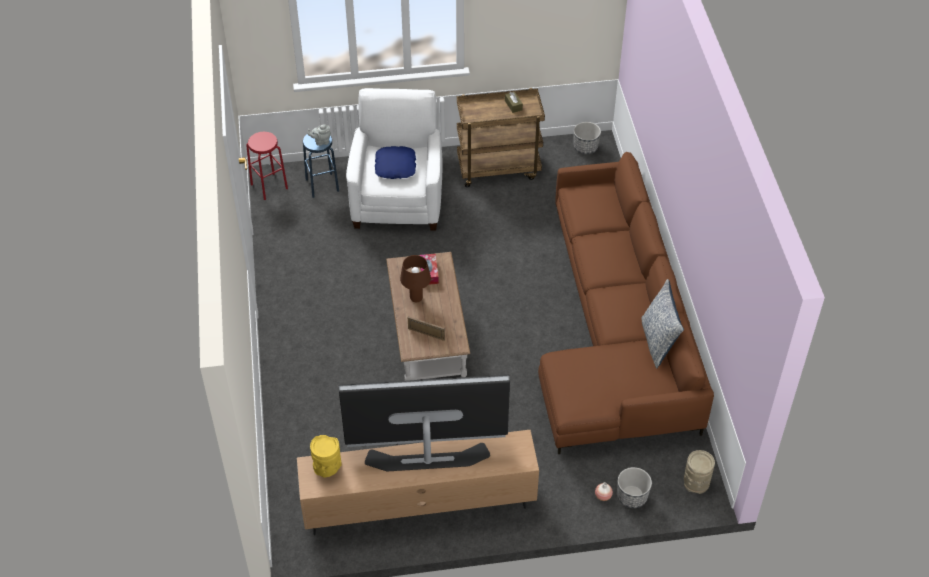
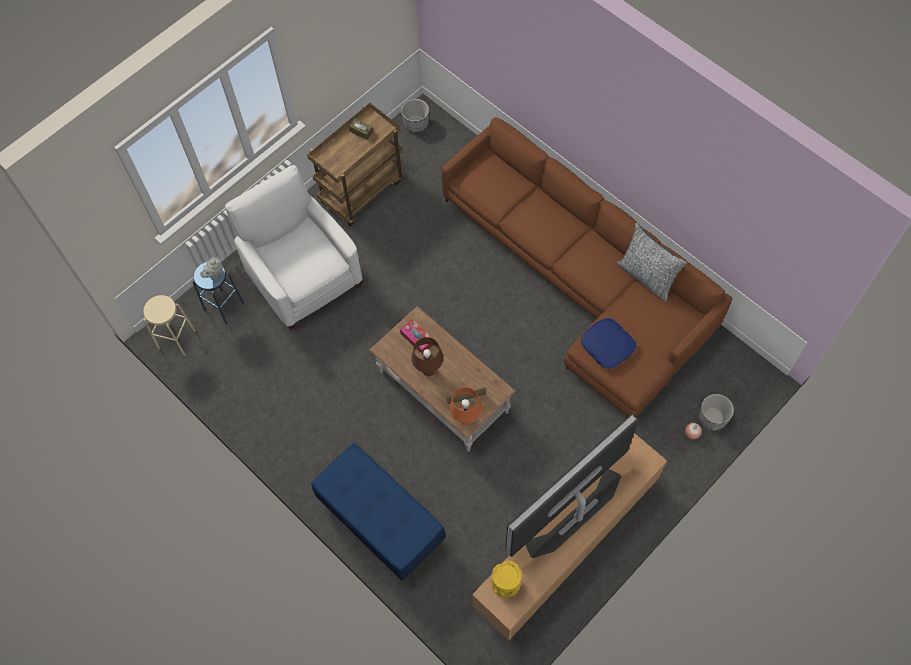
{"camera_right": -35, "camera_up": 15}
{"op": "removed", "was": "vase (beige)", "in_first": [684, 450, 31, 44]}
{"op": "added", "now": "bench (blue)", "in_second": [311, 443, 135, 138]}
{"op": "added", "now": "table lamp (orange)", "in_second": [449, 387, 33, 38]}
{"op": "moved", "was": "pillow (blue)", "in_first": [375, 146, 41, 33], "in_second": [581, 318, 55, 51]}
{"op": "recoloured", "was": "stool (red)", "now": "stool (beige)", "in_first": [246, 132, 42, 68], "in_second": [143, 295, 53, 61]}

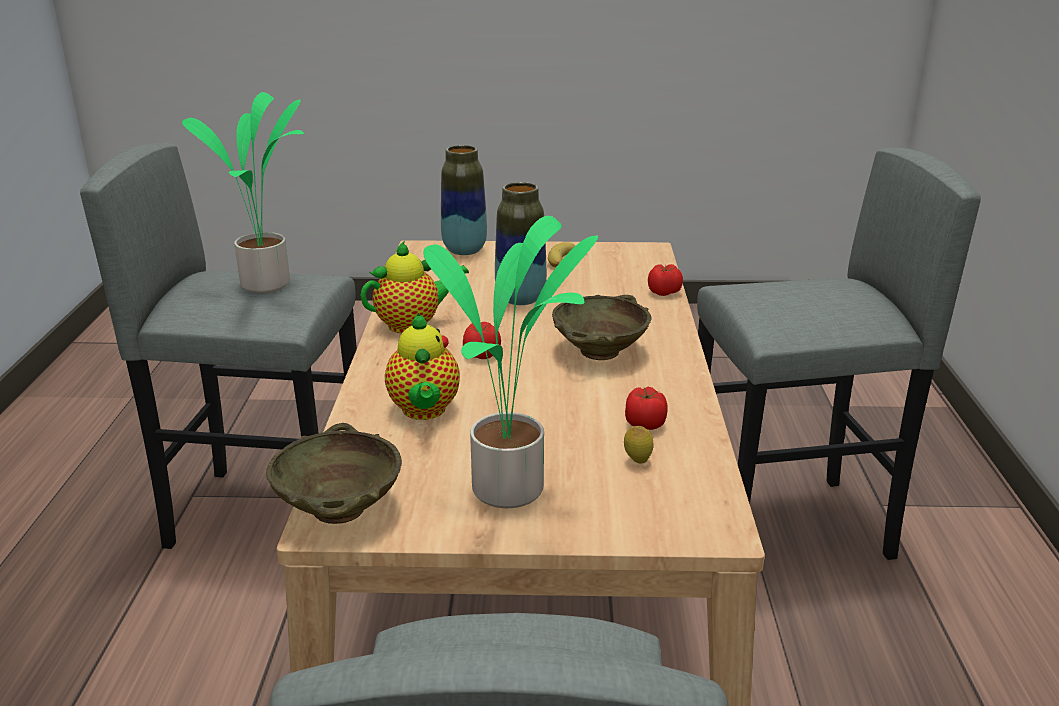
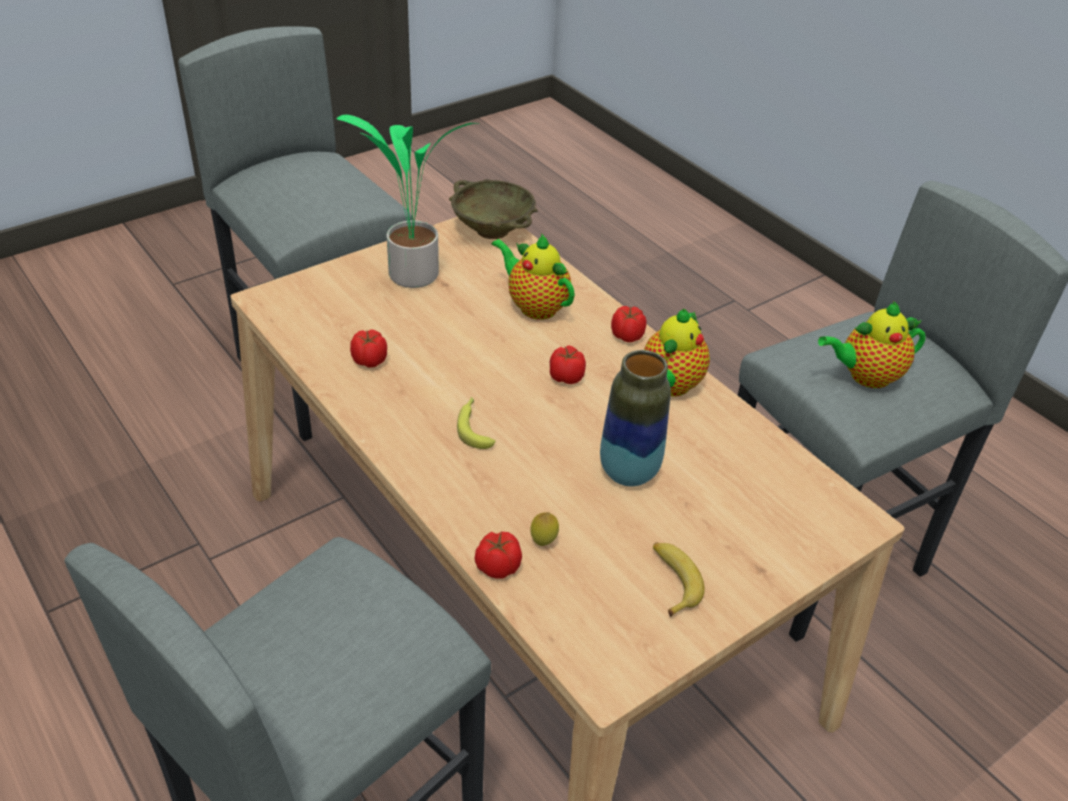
{"camera_right": 140, "camera_up": 15}
{"op": "removed", "was": "vase", "in_first": [441, 145, 46, 110]}
{"op": "added", "now": "tomato", "in_second": [611, 306, 36, 36]}
{"op": "moved", "was": "lemon", "in_first": [624, 426, 30, 38], "in_second": [530, 512, 29, 34]}
{"op": "replaced", "was": "potted plant", "now": "teapot", "in_first": [182, 92, 122, 201], "in_second": [818, 301, 108, 87]}
{"op": "replaced", "was": "bowl (beige)", "now": "banana", "in_first": [552, 295, 100, 65], "in_second": [457, 397, 39, 52]}

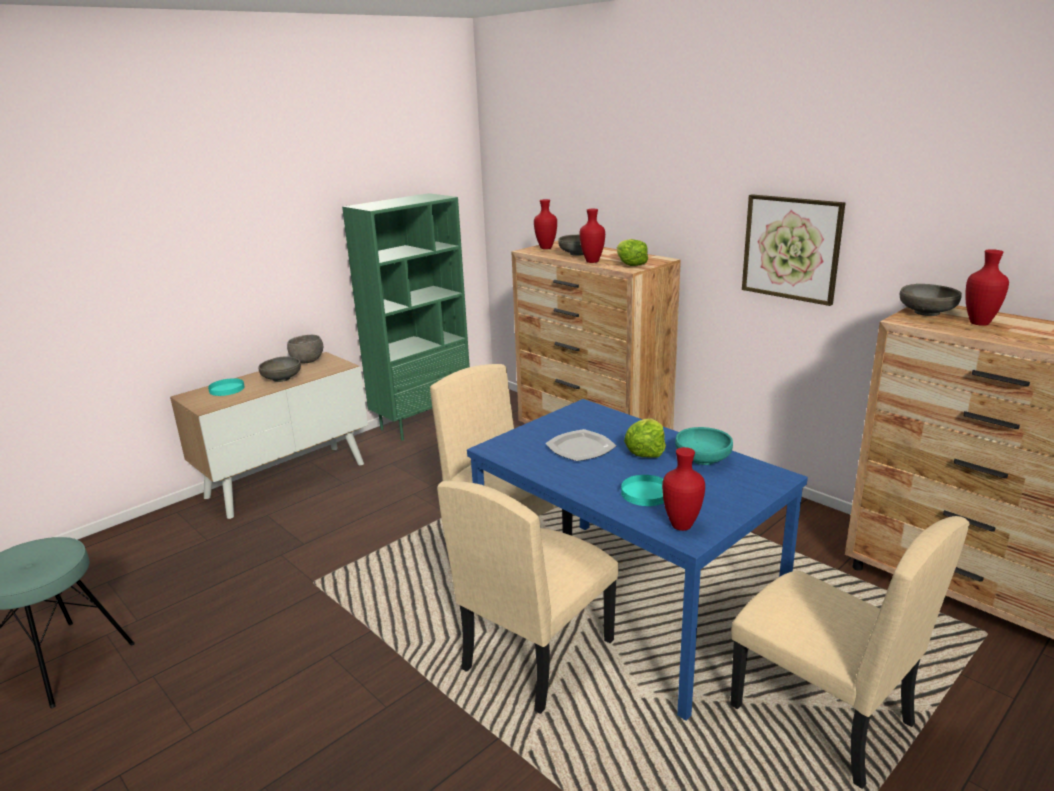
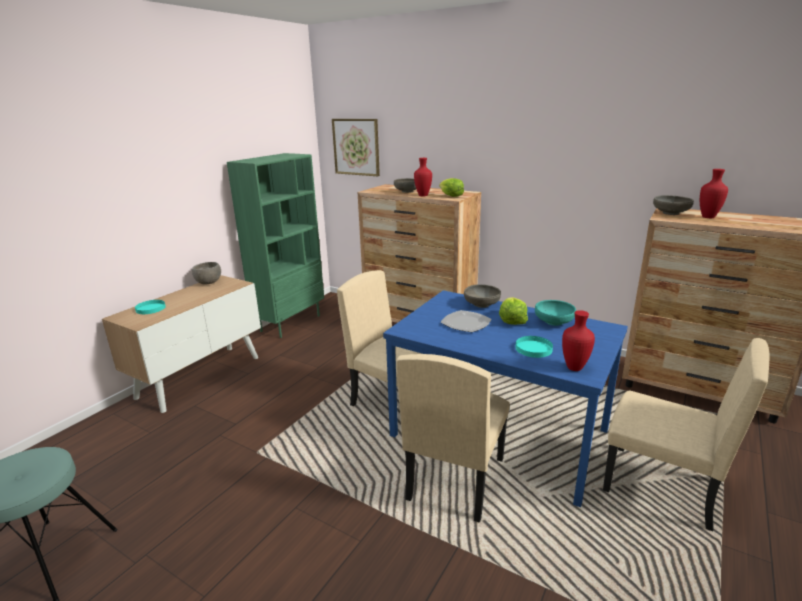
{"camera_right": -15, "camera_up": 0}
{"op": "removed", "was": "vase (red)", "in_first": [534, 199, 23, 50]}
{"op": "moved", "was": "bowl (grey)", "in_first": [258, 356, 43, 26], "in_second": [464, 284, 37, 24]}
{"op": "moved", "was": "picture", "in_first": [742, 194, 103, 112], "in_second": [332, 119, 48, 57]}

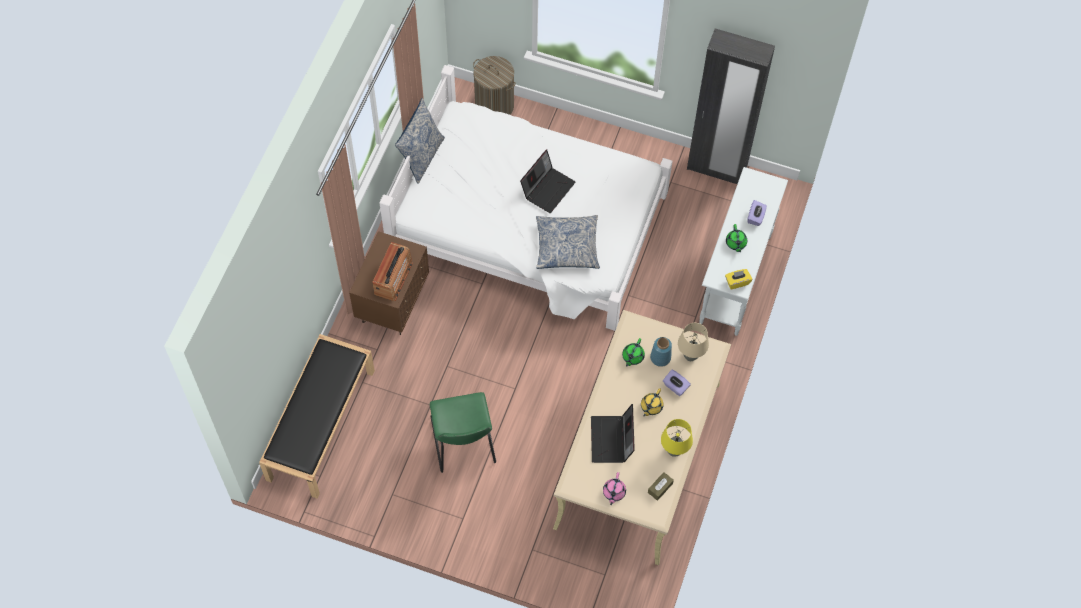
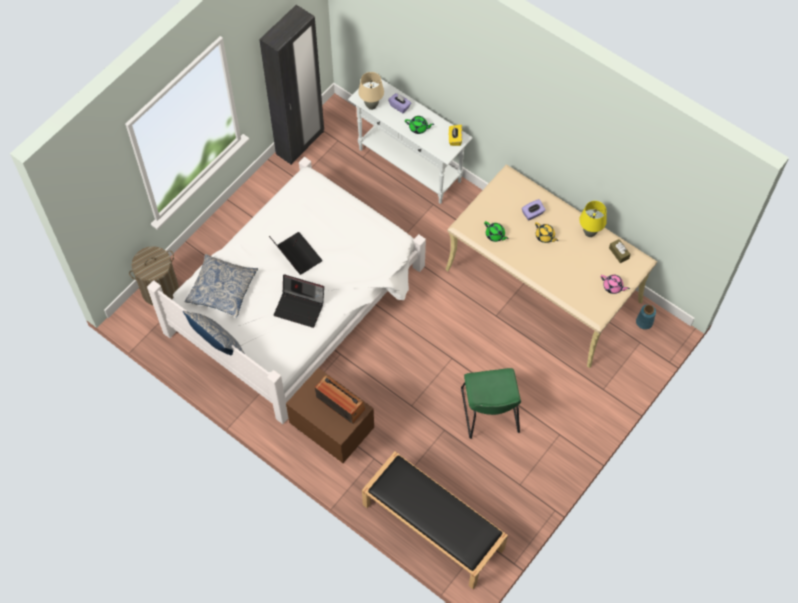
{"camera_right": -70, "camera_up": 0}
{"op": "moved", "was": "pillow", "in_first": [536, 215, 64, 54], "in_second": [184, 254, 74, 63]}
{"op": "moved", "was": "laptop", "in_first": [591, 404, 44, 59], "in_second": [274, 274, 50, 54]}
{"op": "moved", "was": "vase (blue)", "in_first": [650, 337, 22, 30], "in_second": [636, 304, 20, 26]}
{"op": "moved", "was": "table lamp (beige)", "in_first": [678, 323, 31, 38], "in_second": [358, 72, 26, 38]}
{"op": "turned", "was": "chair (green)", "in_first": [430, 392, 66, 81], "in_second": [461, 368, 60, 71], "clockwise": 75}

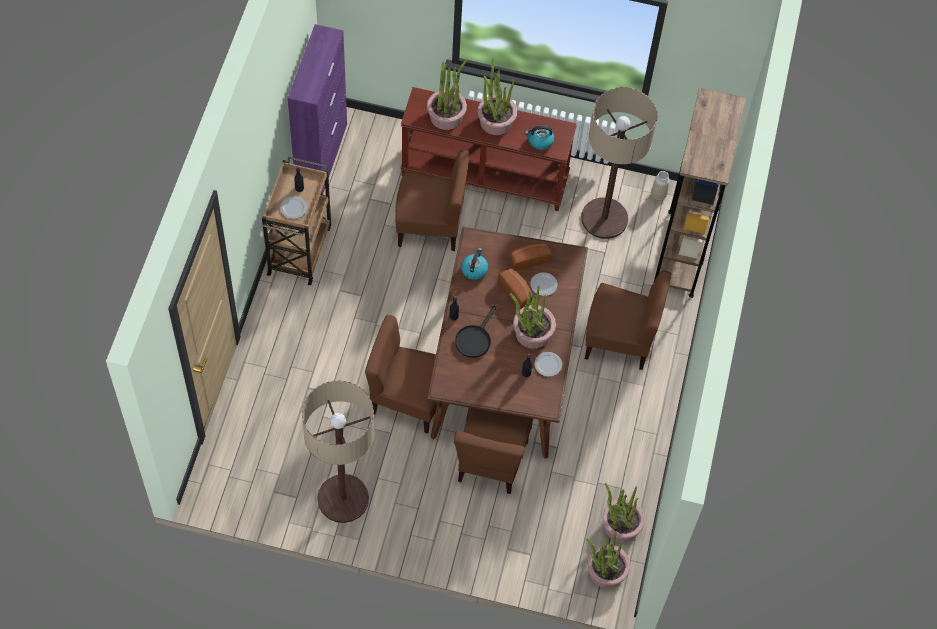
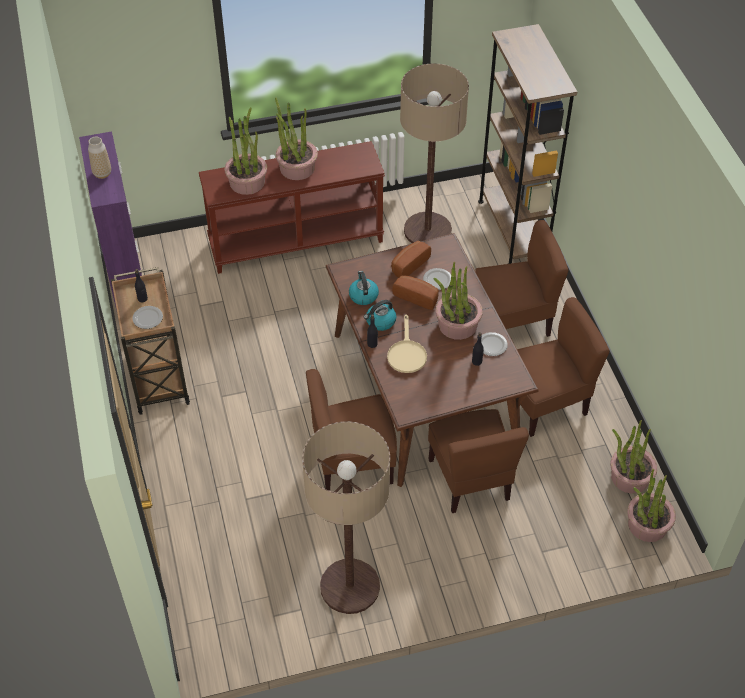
{"camera_right": -25, "camera_up": -10}
{"op": "moved", "was": "chair (brown)", "in_first": [395, 150, 75, 101], "in_second": [517, 297, 93, 140]}
{"op": "moved", "was": "kettle", "in_first": [525, 125, 29, 25], "in_second": [364, 300, 33, 31]}
{"op": "moved", "was": "vase", "in_first": [651, 171, 19, 29], "in_second": [88, 137, 23, 42]}
{"op": "recoloured", "was": "frying pan (black)", "now": "frying pan (beige)", "in_first": [455, 304, 42, 54], "in_second": [387, 314, 40, 59]}

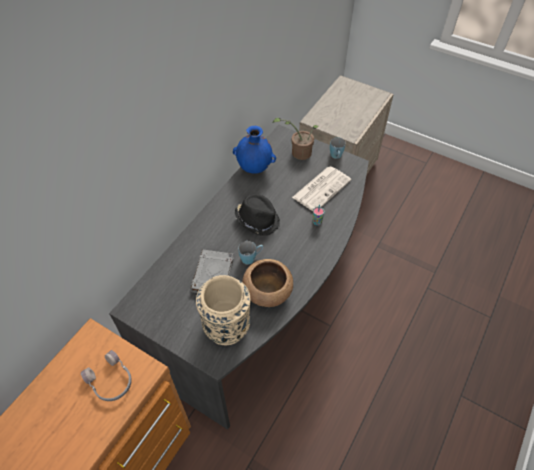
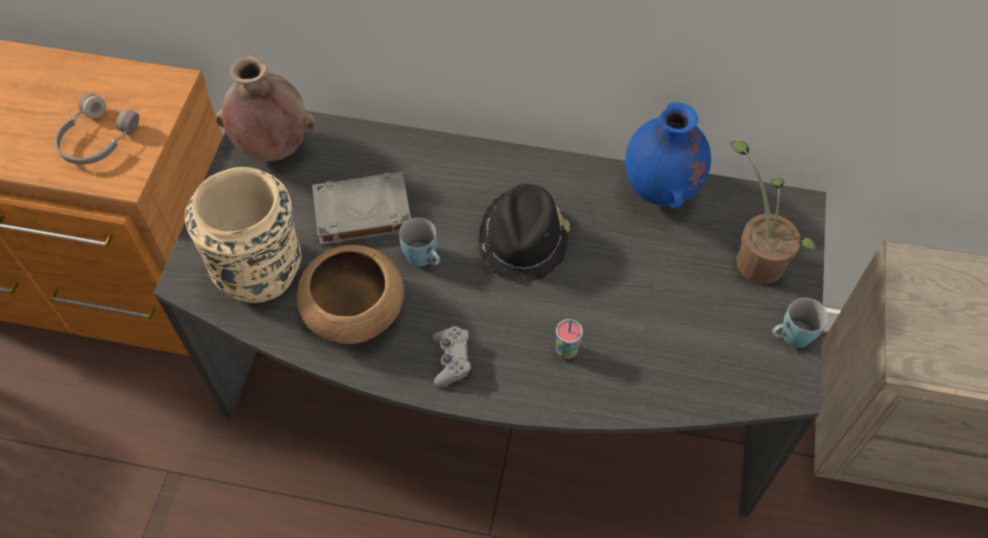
{"camera_right": 70, "camera_up": 5}
{"op": "removed", "was": "newspaper", "in_first": [292, 167, 59, 44]}
{"op": "added", "now": "vase (brown)", "in_second": [216, 55, 99, 106]}
{"op": "added", "now": "game controller (grey)", "in_second": [432, 326, 40, 61]}

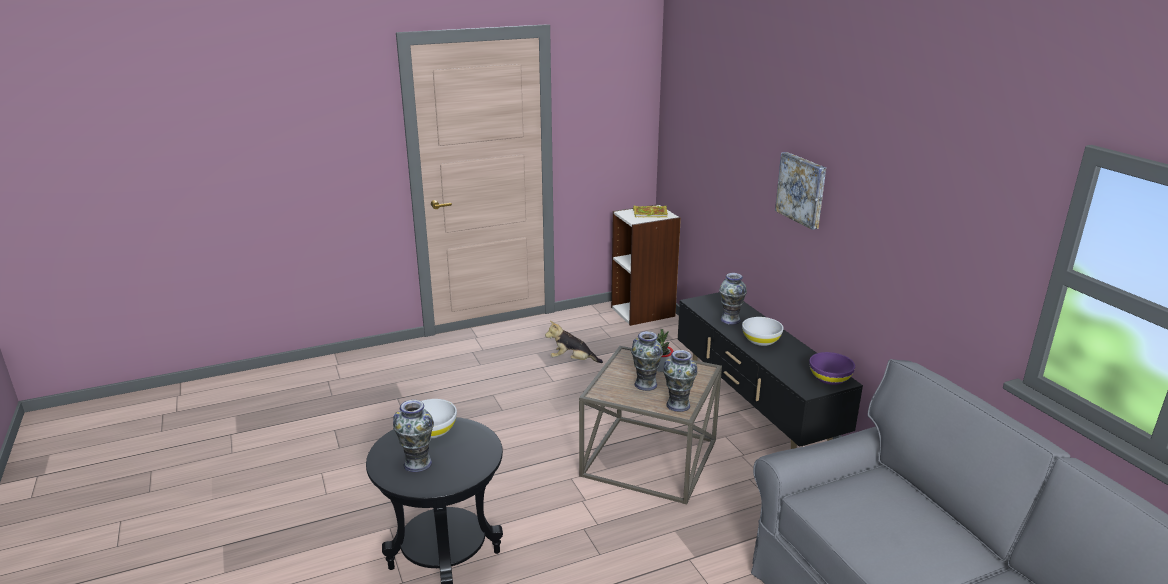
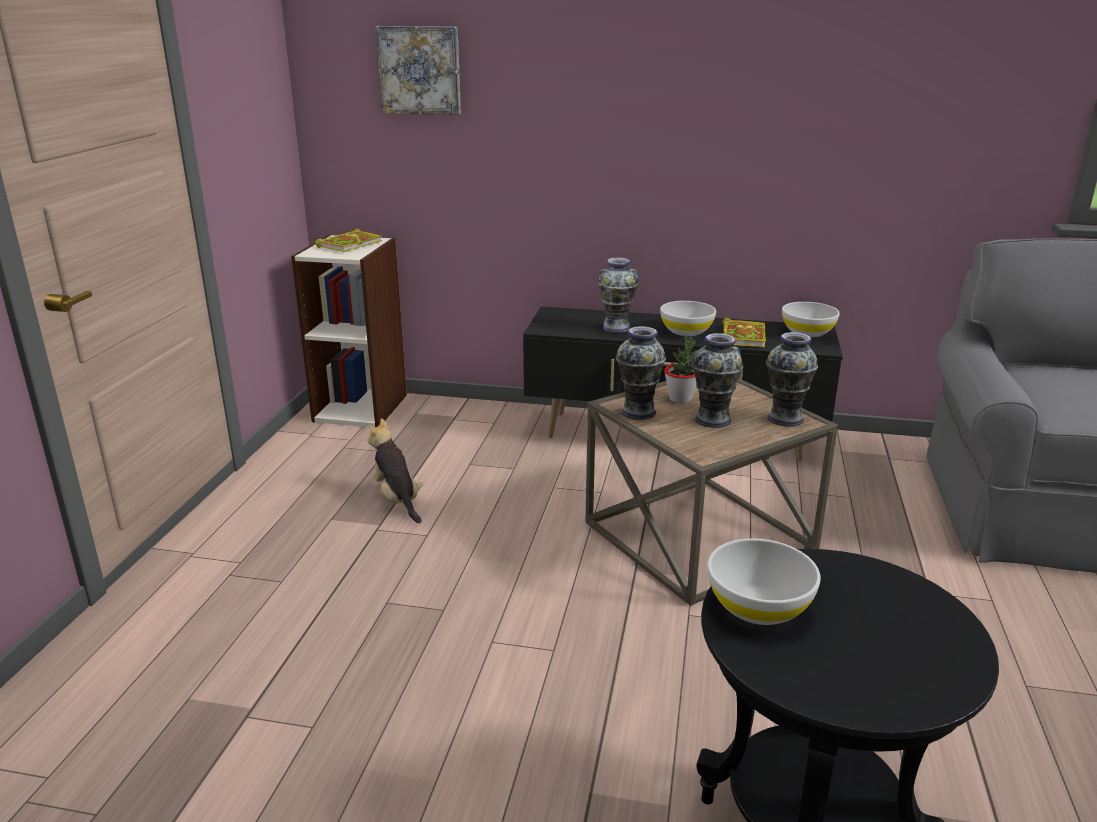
{"camera_right": -55, "camera_up": 0}
{"op": "added", "now": "book", "in_second": [723, 318, 43, 29]}
{"op": "moved", "was": "vase", "in_first": [393, 400, 41, 72], "in_second": [616, 326, 50, 94]}
{"op": "moved", "was": "picture", "in_first": [775, 152, 51, 78], "in_second": [376, 26, 85, 89]}
{"op": "recoloured", "was": "bowl (purple)", "now": "bowl (white)", "in_first": [809, 352, 46, 33], "in_second": [782, 302, 58, 35]}
{"op": "turned", "was": "plush toy", "in_first": [545, 321, 58, 42], "in_second": [367, 418, 56, 105], "clockwise": 105}

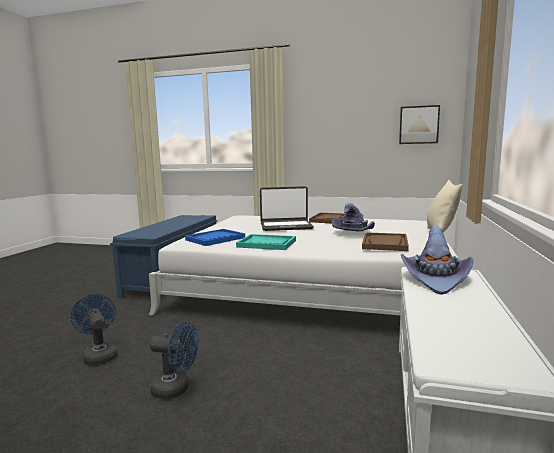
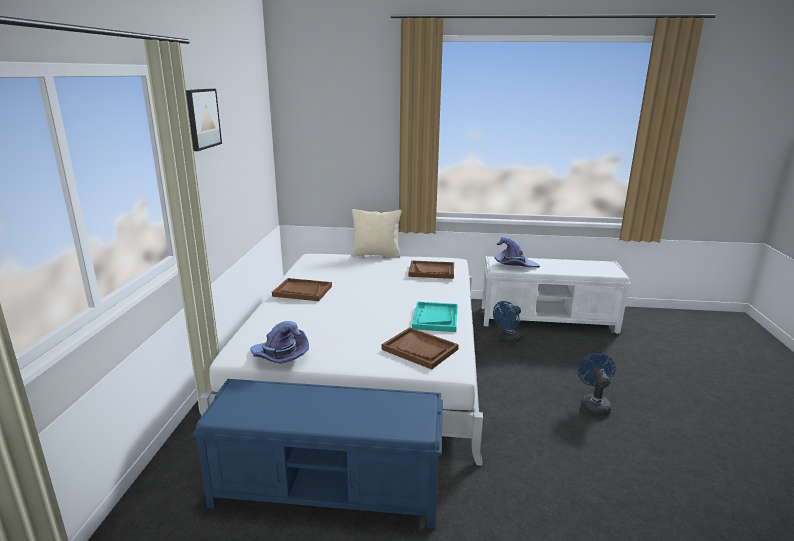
{"camera_right": -100, "camera_up": 10}
{"op": "removed", "was": "laptop", "in_first": [260, 186, 54, 45]}
{"op": "moved", "was": "fan (blue)", "in_first": [71, 294, 46, 71], "in_second": [493, 301, 29, 42]}
{"op": "moved", "was": "hat (purple)", "in_first": [332, 203, 43, 28], "in_second": [250, 321, 59, 43]}
{"op": "moved", "was": "picture", "in_first": [399, 105, 41, 39], "in_second": [186, 89, 36, 62]}
{"op": "recoloured", "was": "tray (blue)", "now": "tray (brown)", "in_first": [185, 229, 60, 17], "in_second": [382, 327, 77, 42]}

